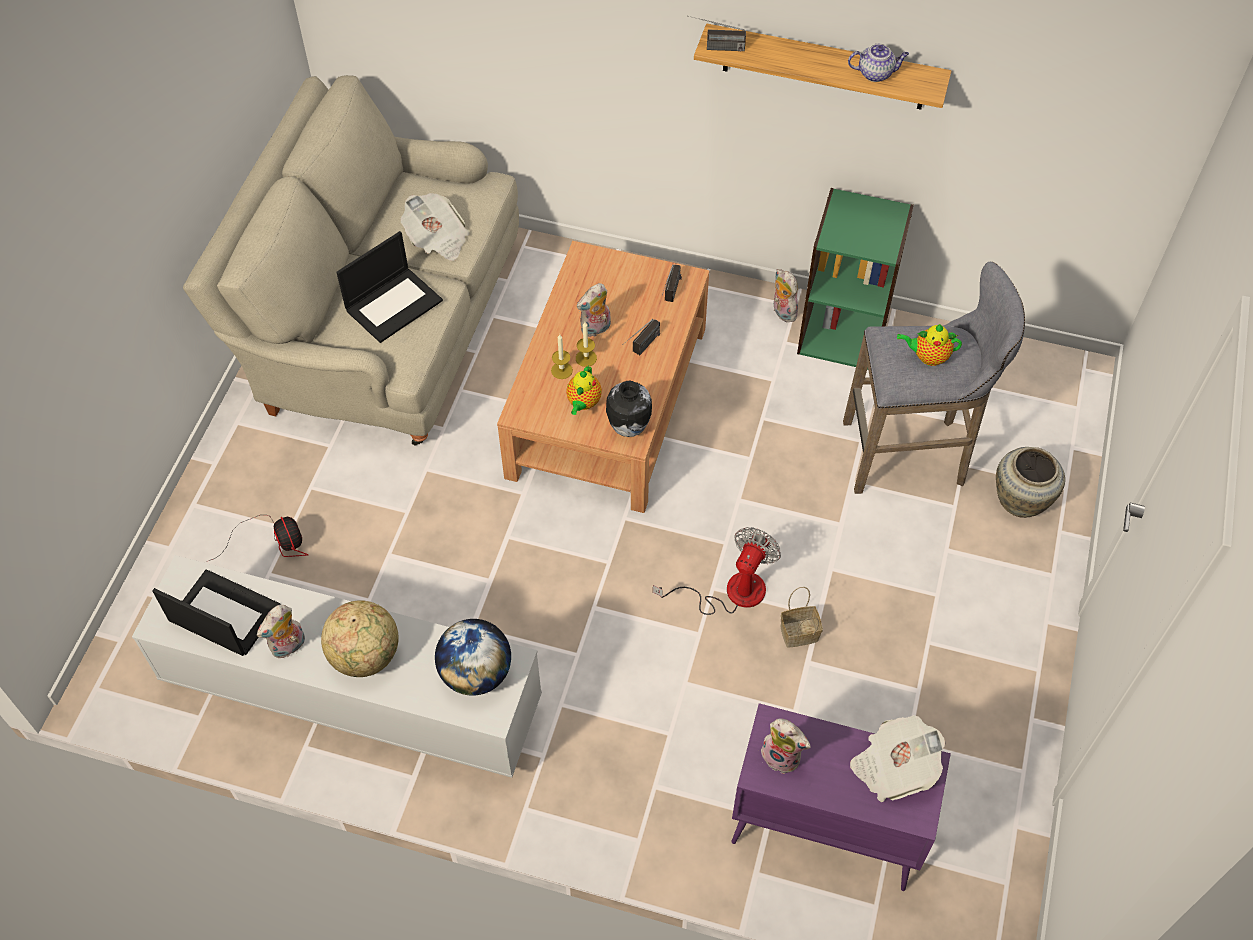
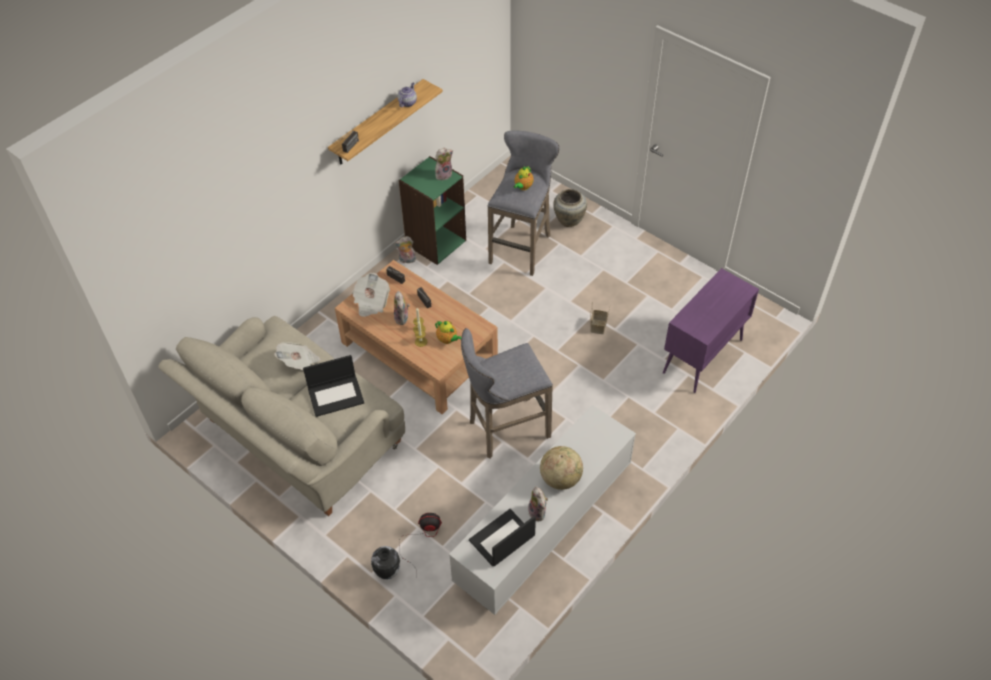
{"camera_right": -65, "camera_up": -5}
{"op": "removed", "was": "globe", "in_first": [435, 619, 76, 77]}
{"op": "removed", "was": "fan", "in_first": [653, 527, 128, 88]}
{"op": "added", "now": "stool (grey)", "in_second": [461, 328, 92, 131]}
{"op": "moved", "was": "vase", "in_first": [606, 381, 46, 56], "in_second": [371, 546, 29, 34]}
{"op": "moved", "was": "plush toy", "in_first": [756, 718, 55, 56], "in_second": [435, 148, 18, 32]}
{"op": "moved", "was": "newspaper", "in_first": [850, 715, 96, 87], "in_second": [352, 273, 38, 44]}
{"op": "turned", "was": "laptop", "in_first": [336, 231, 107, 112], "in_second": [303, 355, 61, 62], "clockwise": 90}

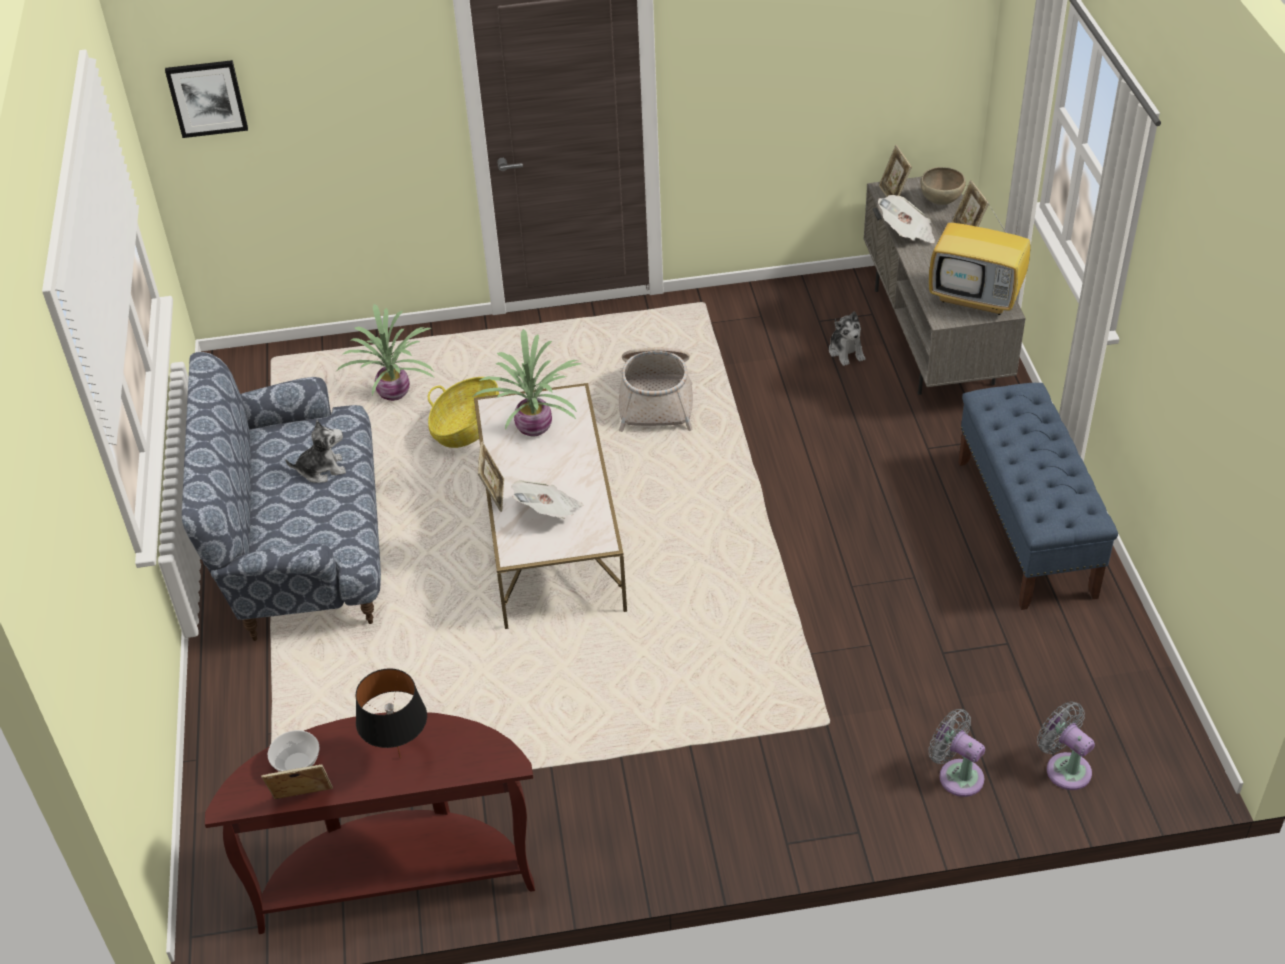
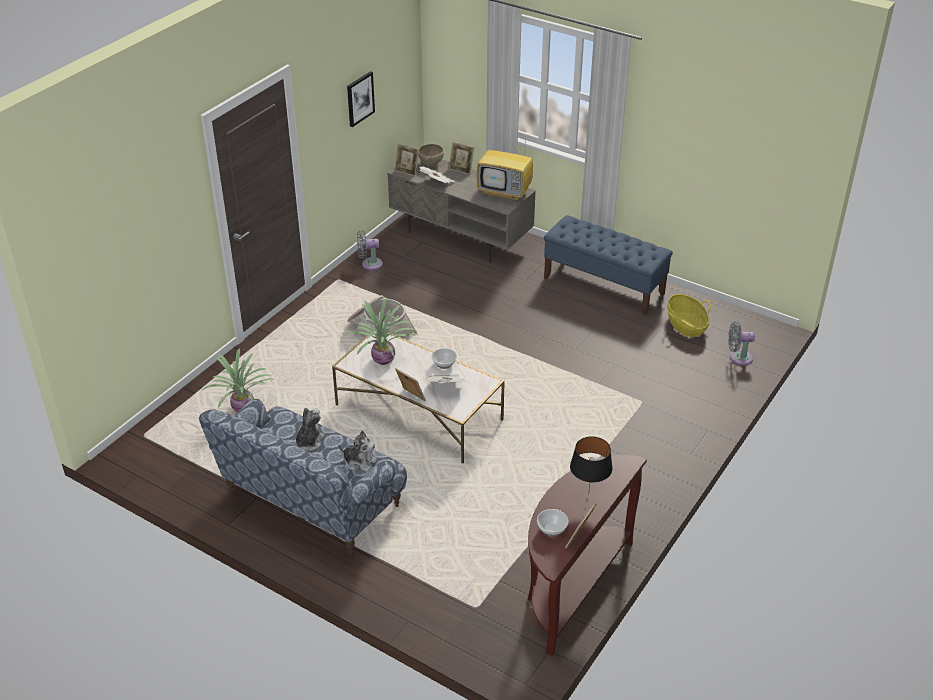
{"camera_right": -50, "camera_up": -5}
{"op": "added", "now": "bowl", "in_second": [432, 348, 25, 21]}
{"op": "moved", "was": "picture", "in_first": [165, 60, 83, 78], "in_second": [347, 71, 28, 56]}
{"op": "moved", "was": "basket", "in_first": [428, 377, 71, 71], "in_second": [667, 294, 44, 43]}
{"op": "moved", "was": "plush toy", "in_first": [829, 311, 37, 55], "in_second": [338, 430, 39, 42]}
{"op": "moved", "was": "fan (grey)", "in_first": [929, 709, 56, 88], "in_second": [357, 231, 26, 39]}
{"op": "turned", "was": "television", "in_first": [928, 193, 103, 122], "in_second": [477, 133, 56, 68], "clockwise": 45}

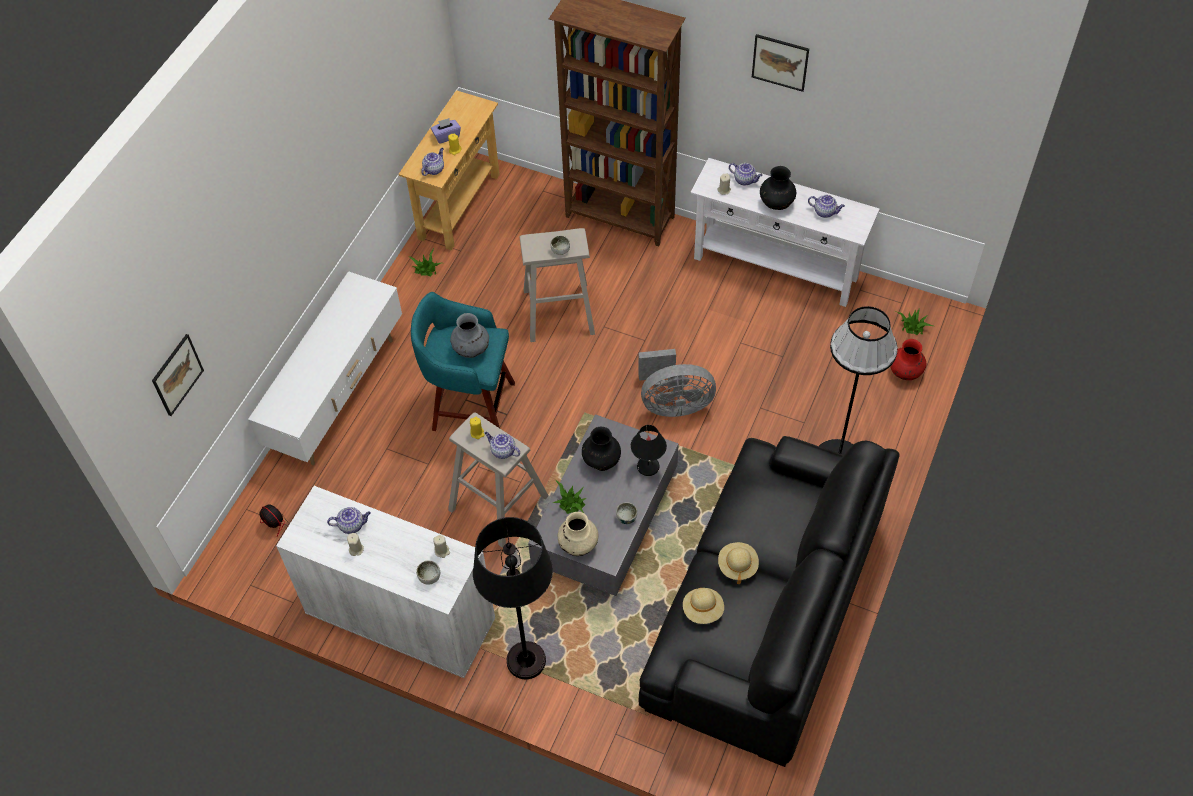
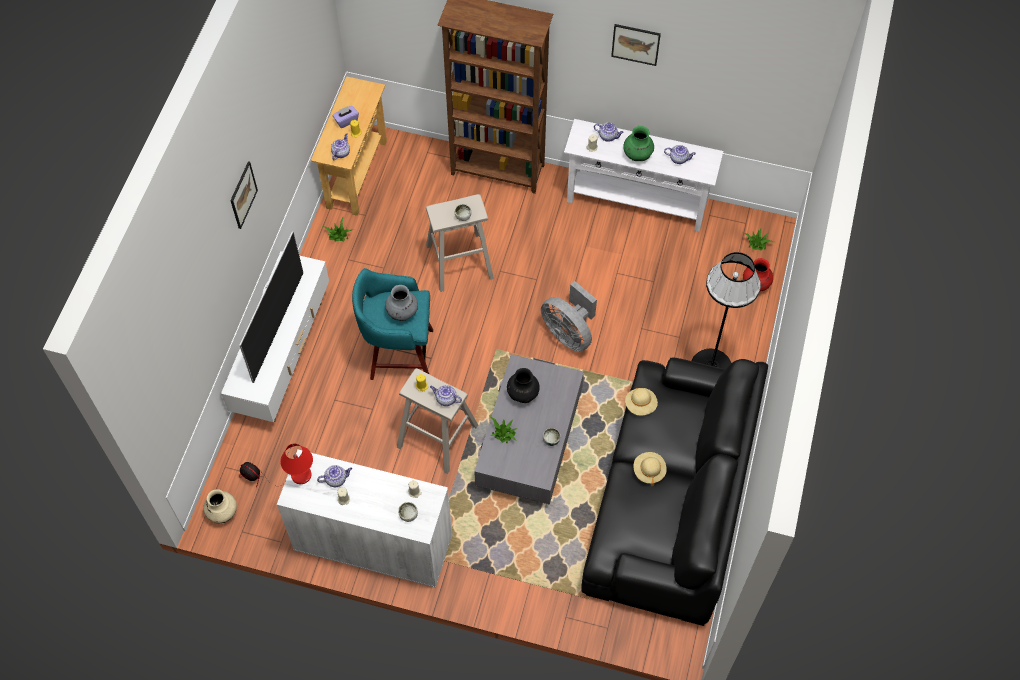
{"camera_right": -10, "camera_up": 5}
{"op": "removed", "was": "floor lamp (black)", "in_first": [473, 517, 80, 162]}
{"op": "removed", "was": "table lamp (black)", "in_first": [631, 425, 36, 51]}
{"op": "added", "now": "television", "in_second": [239, 232, 64, 151]}
{"op": "added", "now": "table lamp (red)", "in_second": [280, 444, 33, 40]}
{"op": "moved", "was": "picture", "in_first": [152, 334, 52, 82], "in_second": [230, 161, 28, 68]}
{"op": "moved", "was": "vase (beige)", "in_first": [558, 512, 40, 44], "in_second": [203, 489, 34, 35]}
{"op": "moved", "was": "hat (beige)", "in_first": [683, 588, 41, 36], "in_second": [625, 388, 33, 27]}
{"op": "recoloured", "was": "vase (black)", "now": "vase (green)", "in_first": [760, 166, 36, 44], "in_second": [623, 126, 31, 35]}
{"op": "turned", "was": "fan (grey)", "in_first": [638, 349, 78, 68], "in_second": [541, 281, 56, 71], "clockwise": 60}

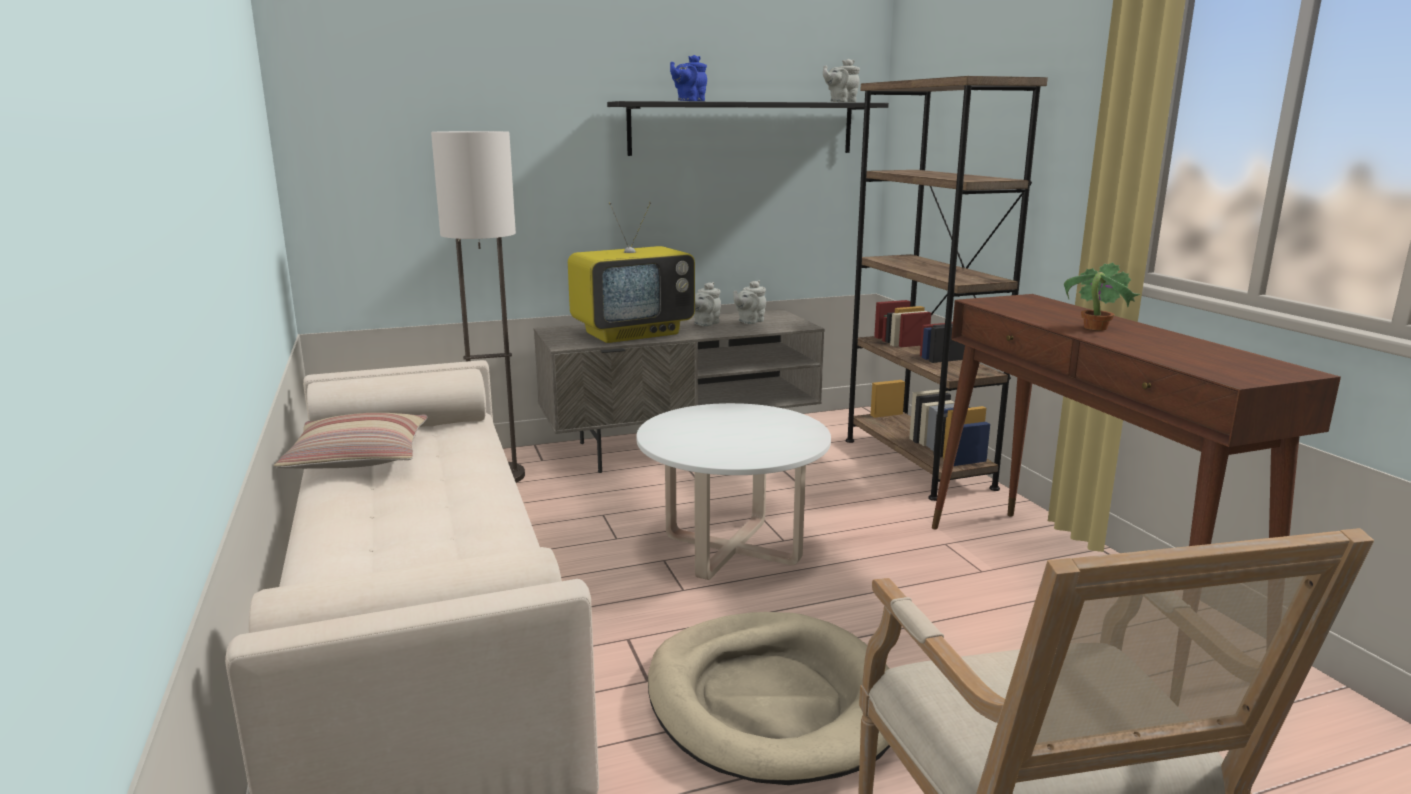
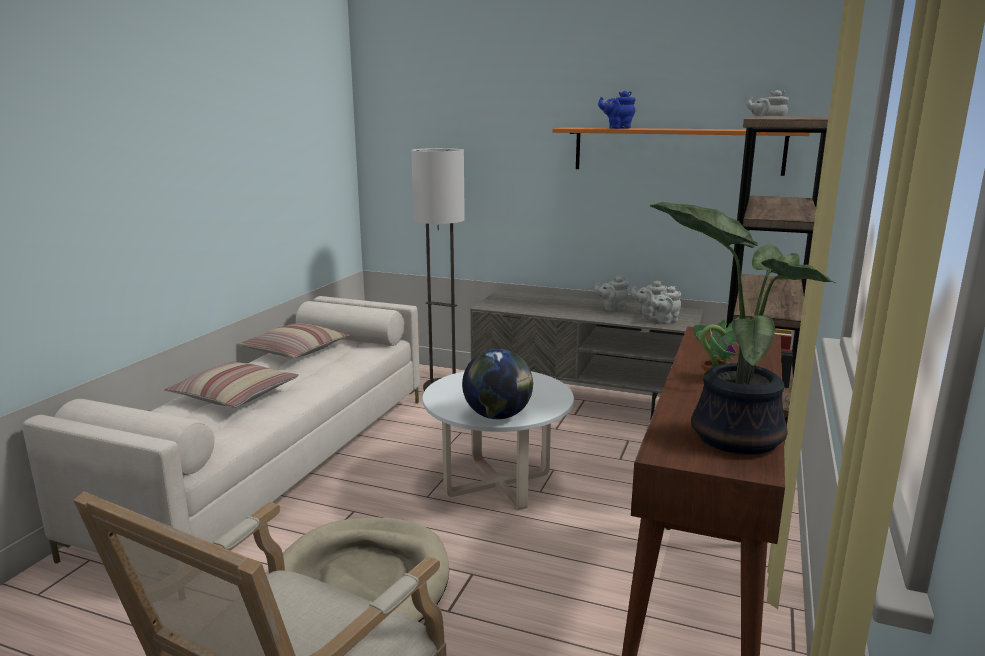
{"camera_right": 40, "camera_up": 0}
{"op": "removed", "was": "television", "in_first": [568, 202, 127, 141]}
{"op": "added", "now": "pillow", "in_second": [165, 361, 134, 47]}
{"op": "added", "now": "globe", "in_second": [462, 349, 71, 70]}
{"op": "added", "now": "potted plant", "in_second": [650, 202, 186, 253]}
{"op": "added", "now": "teapot (grey)", "in_second": [651, 286, 30, 38]}
{"op": "recoloured", "was": "shelf (black)", "now": "shelf (orange)", "in_first": [607, 101, 282, 55], "in_second": [553, 127, 257, 49]}

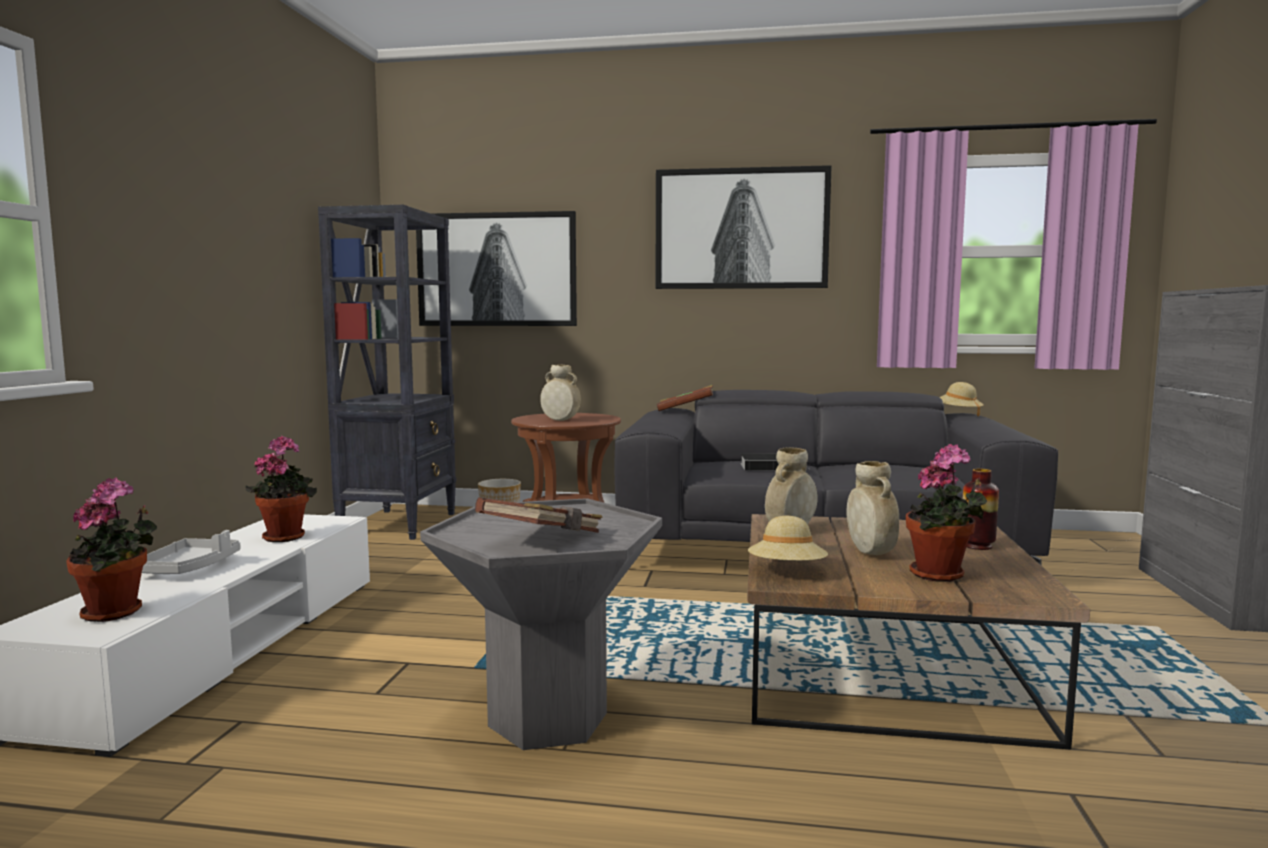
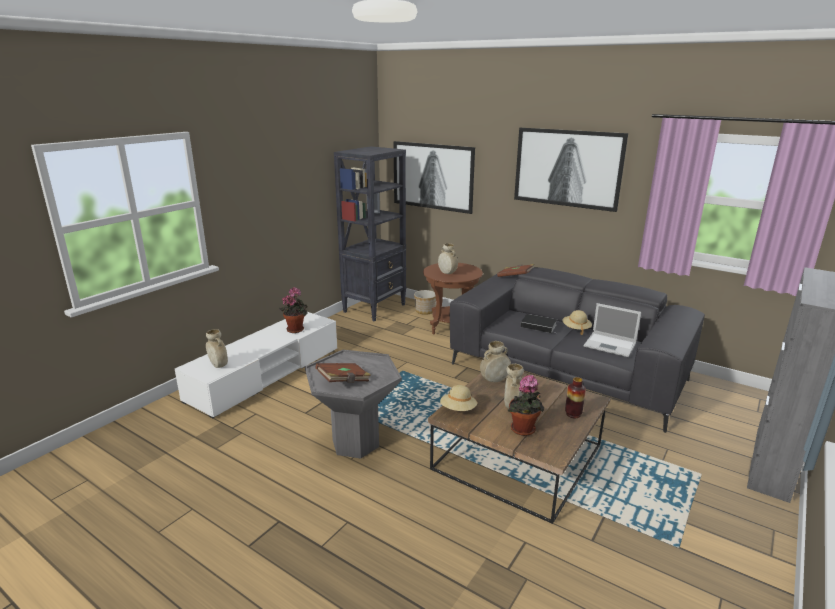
{"camera_right": 25, "camera_up": 15}
{"op": "removed", "was": "tray (grey)", "in_first": [142, 530, 98, 44]}
{"op": "added", "now": "laptop", "in_second": [584, 303, 57, 54]}
{"op": "moved", "was": "hat (beige)", "in_first": [939, 382, 45, 35], "in_second": [563, 310, 29, 25]}
{"op": "replaced", "was": "potted plant", "now": "vase (beige)", "in_first": [66, 477, 91, 145], "in_second": [206, 329, 22, 39]}

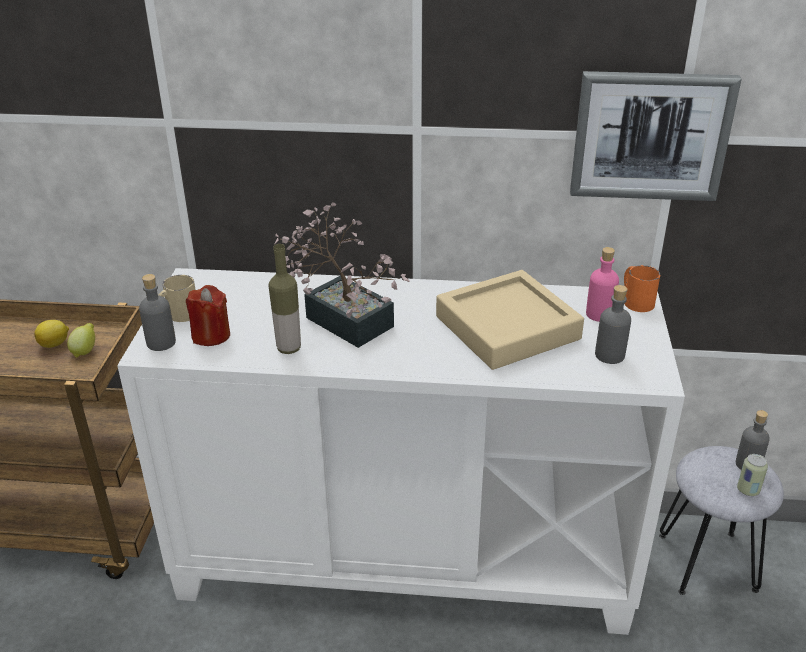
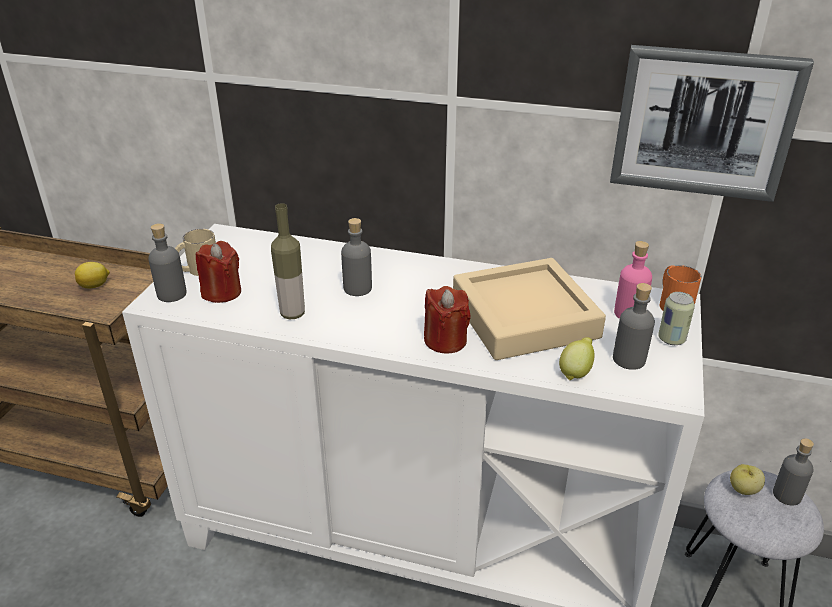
{"camera_right": 10, "camera_up": 0}
{"op": "added", "now": "candle (red)", "in_second": [424, 286, 47, 67]}
{"op": "added", "now": "apple", "in_second": [730, 464, 35, 31]}
{"op": "moved", "was": "lemon", "in_first": [67, 323, 28, 34], "in_second": [559, 337, 36, 43]}
{"op": "moved", "was": "can", "in_first": [737, 454, 31, 42], "in_second": [658, 292, 37, 53]}
{"op": "replaced", "was": "potted plant", "now": "bottle (grey)", "in_first": [274, 202, 136, 146], "in_second": [341, 218, 31, 78]}

